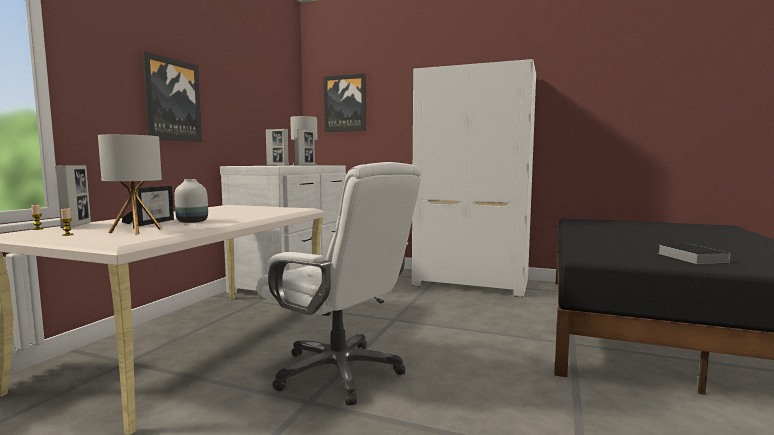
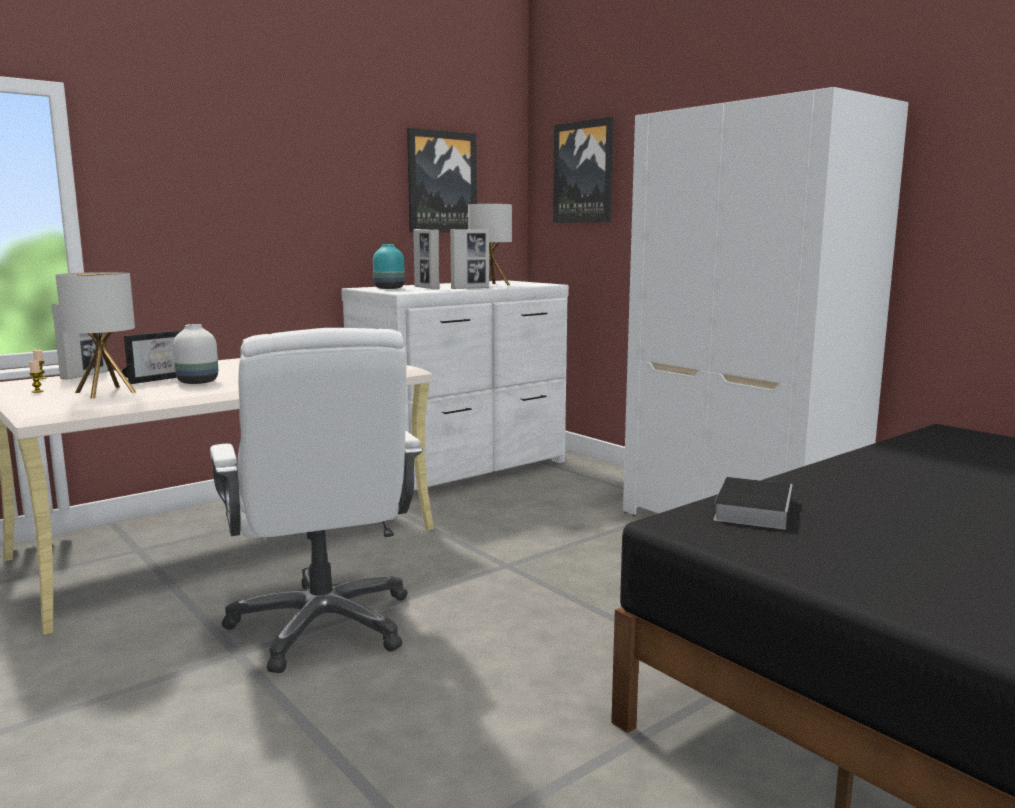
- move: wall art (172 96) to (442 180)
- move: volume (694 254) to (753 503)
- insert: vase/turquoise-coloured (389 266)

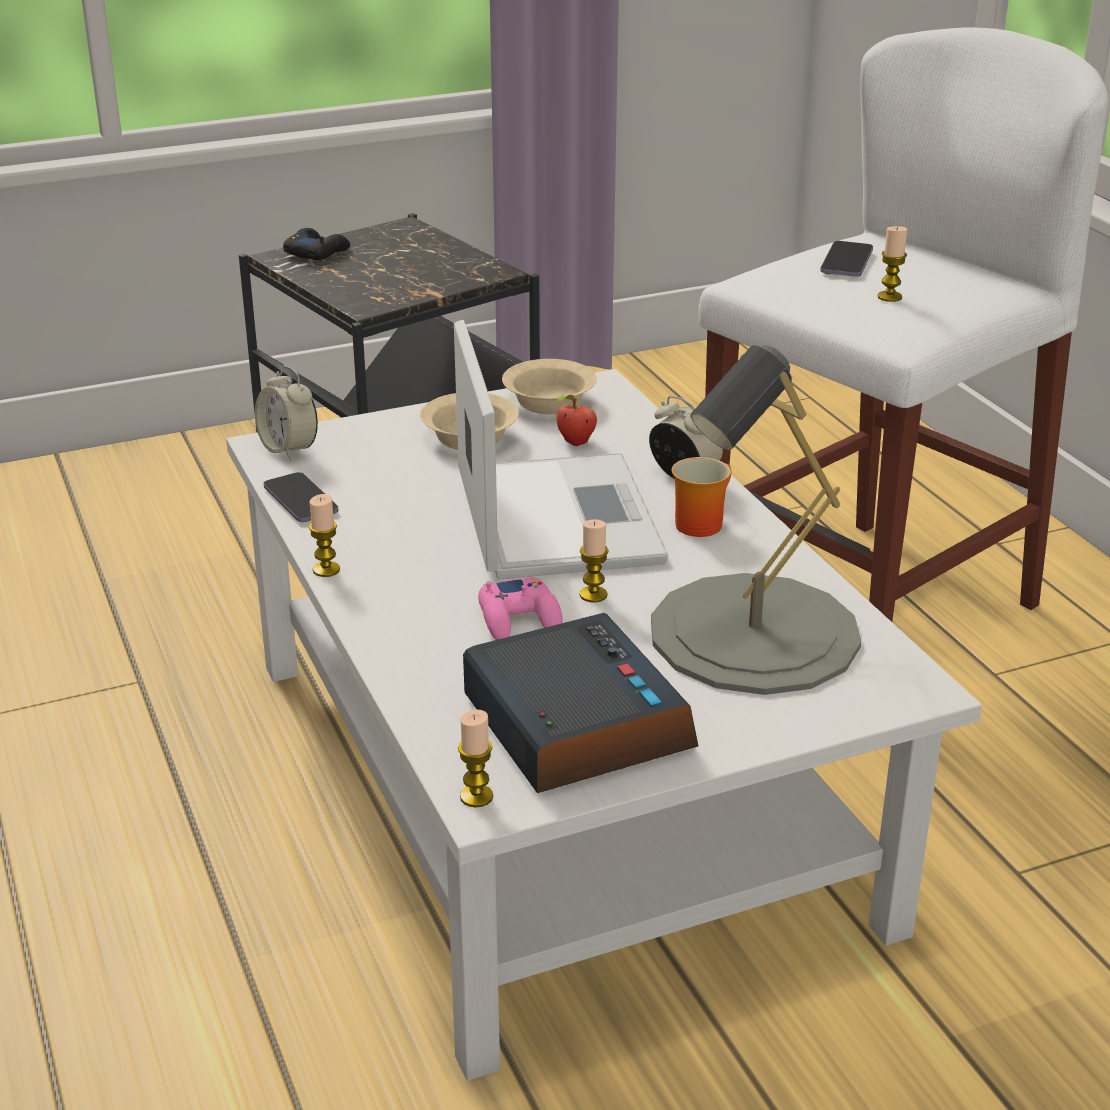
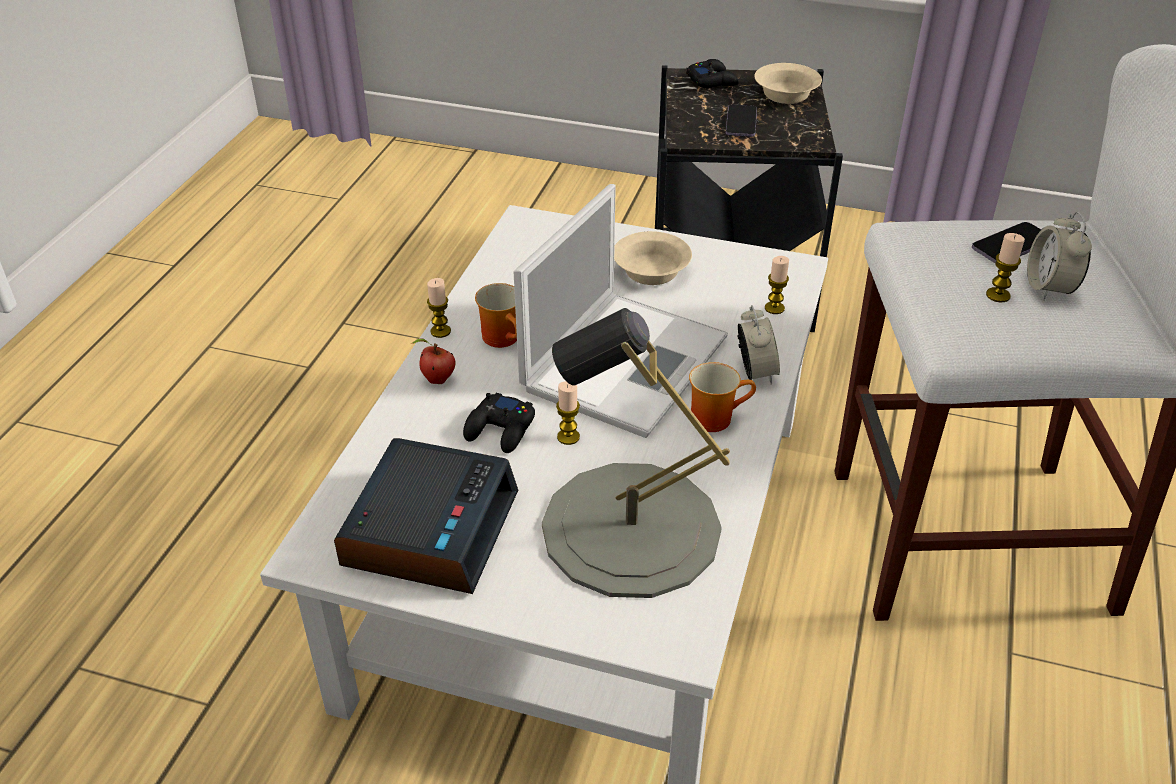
- move: deep dish/sand-coloured (549 386) to (788 83)
- move: table clock (286 413) to (1059 255)
- move: whole apple (577 420) to (433 361)
- move: telephone (301 497) to (741 120)
- recolor: joypad/pink (520 608) to joypad/black (499 423)
- move: wax candle (475 758) to (777 285)
- insert: tea mug (496 315)

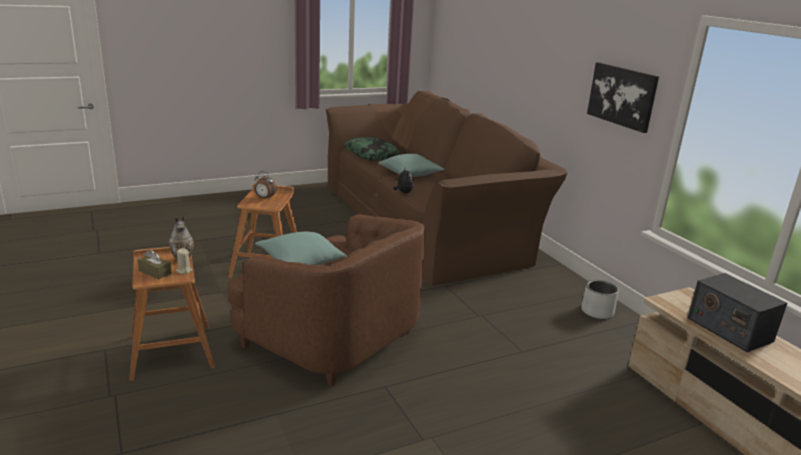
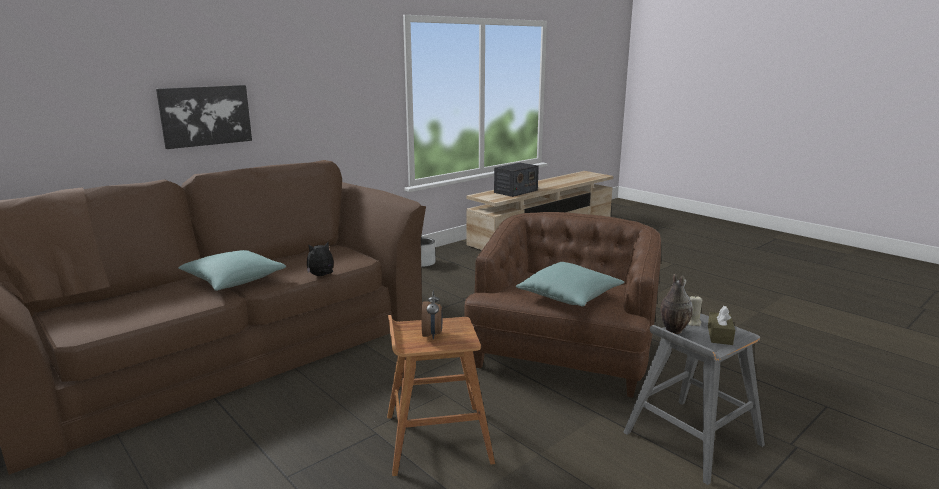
- move: wall art (623 97) to (204 117)
- delete: pillow (372 148)
- recolor: stool/brownish (172 314) to stool/grey (694 399)

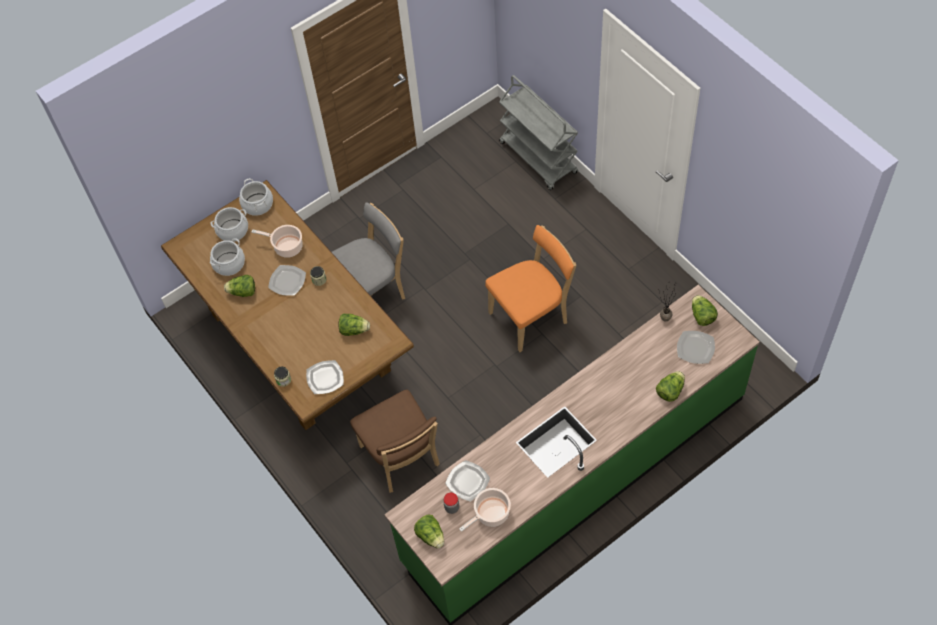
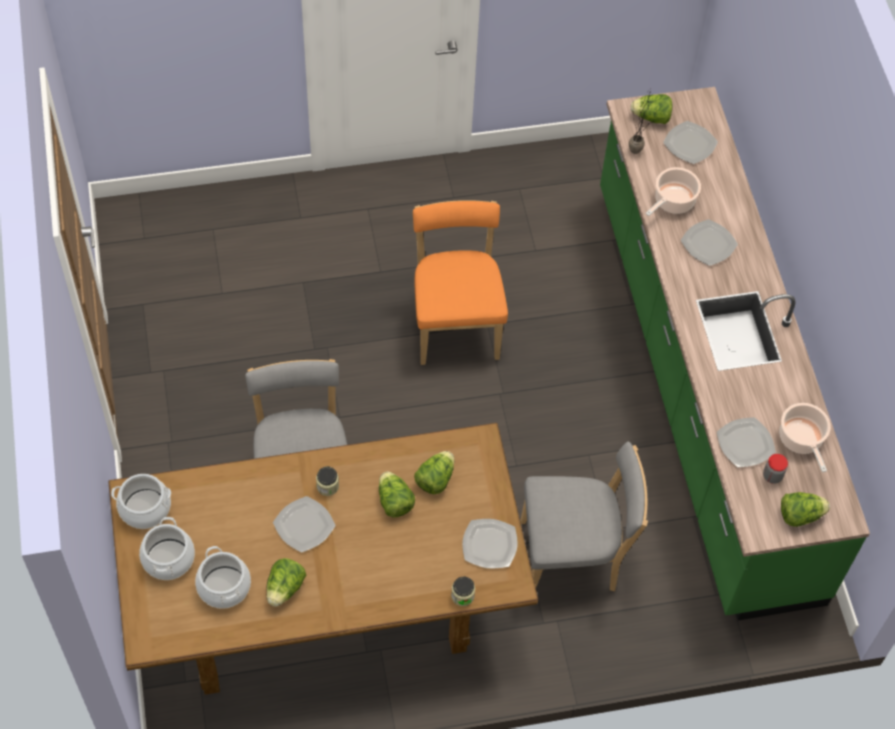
- delete: wheeled cart/grey (538 132)
- move: saucepot (277 241) to (673 191)
- move: head of lettuce (670 386) to (397 494)
- recolor: upright chair/brownish (395 441) to upright chair/grey (584 516)
- insert: dinner plate (709 242)

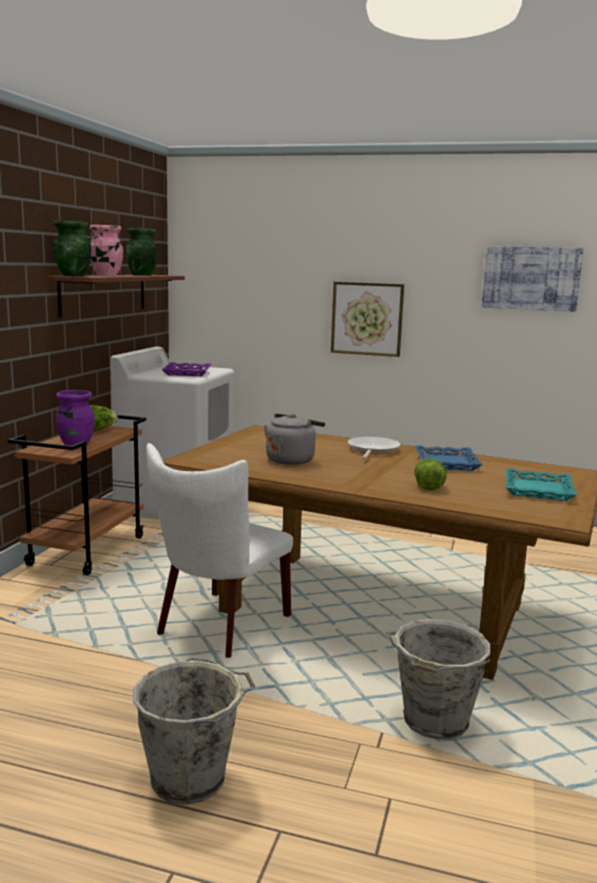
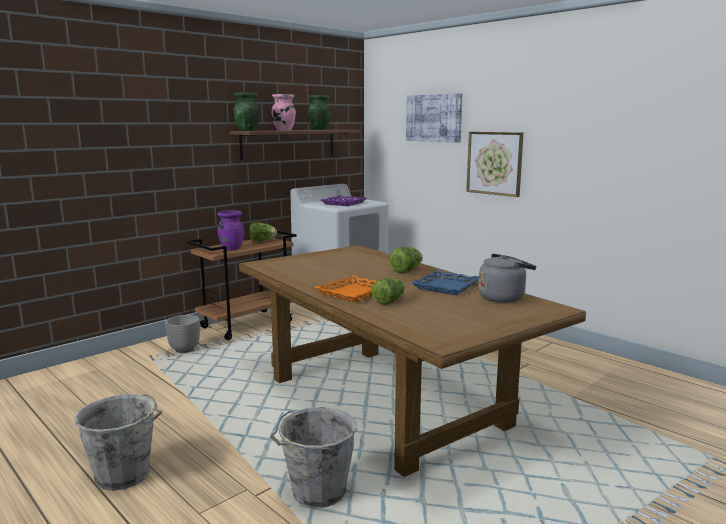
- move: wall art (532 279) to (434 118)
- move: water kettle/grey (294 439) to (507 278)
- replace: pan (374 447) to head of lettuce (406 260)
- delete: upright chair/whitish (219 550)
- delete: carrying tray/turquoise-coloured (541 484)
- insert: carrying tray/orange-coloured (345 288)
- insert: plant pot (182 334)

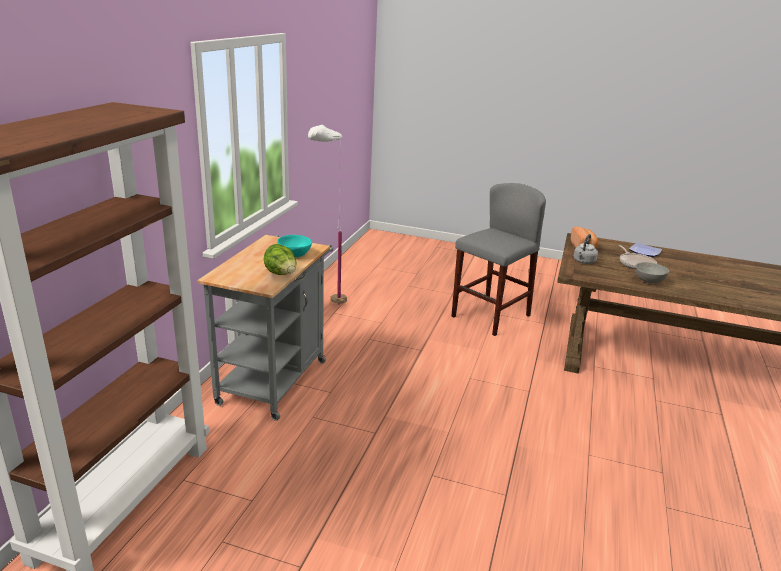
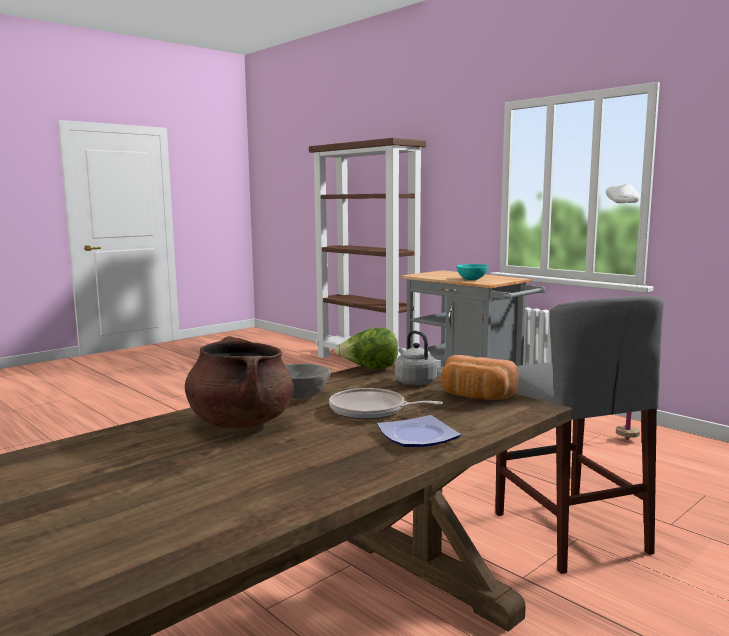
- move: head of lettuce (280 259) to (367 348)
- insert: saucepot/brownish (239 382)

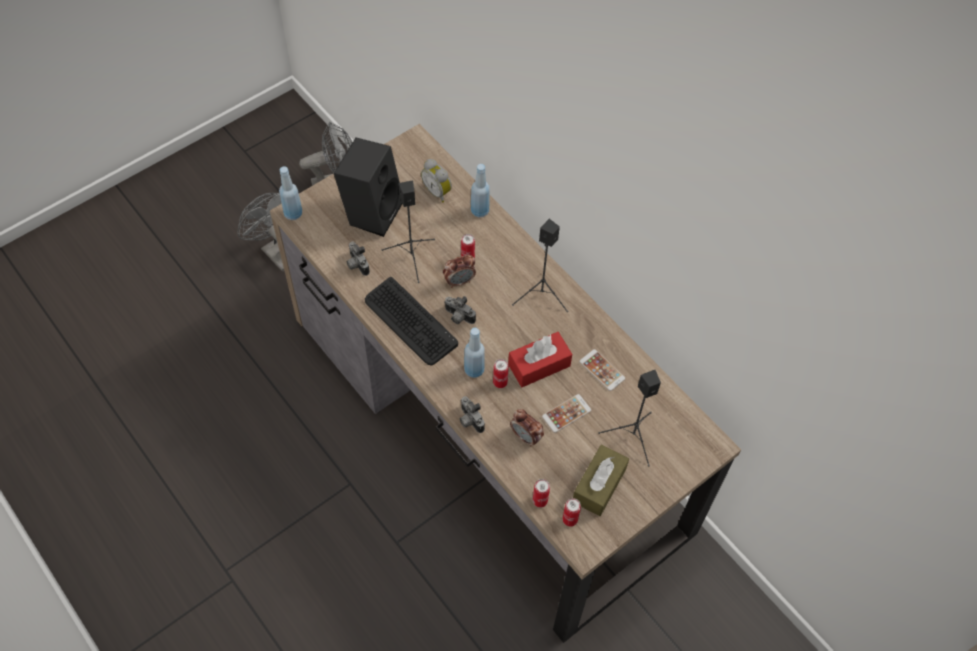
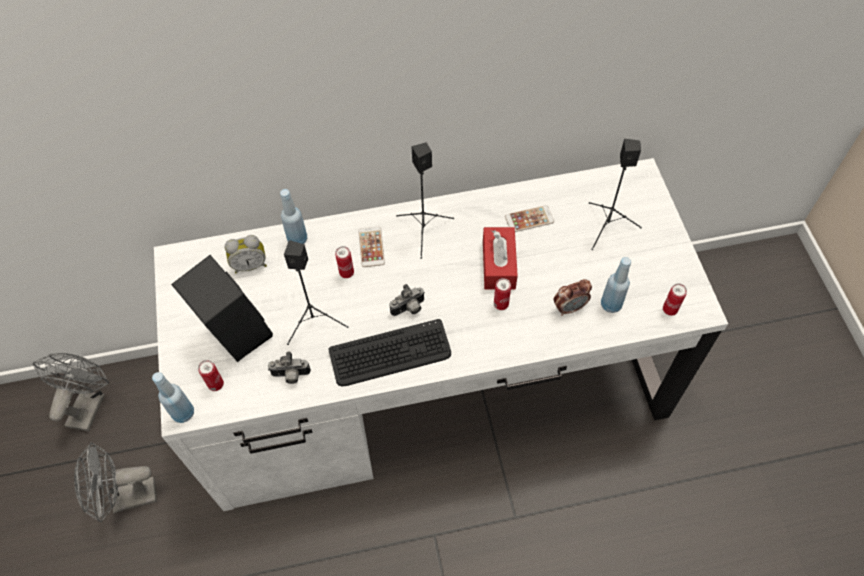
- recolor: desk/brownish (505 383) to desk/whitish (441 334)
- delete: table clock (459 271)
- move: drink bottle/blue-coloured (474 353) to (616 285)
- move: telephone (566 413) to (371 247)
- delete: photo camera (472 414)
- delete: box of tissues/brownish (601 480)
- move: can (541 493) to (211 375)

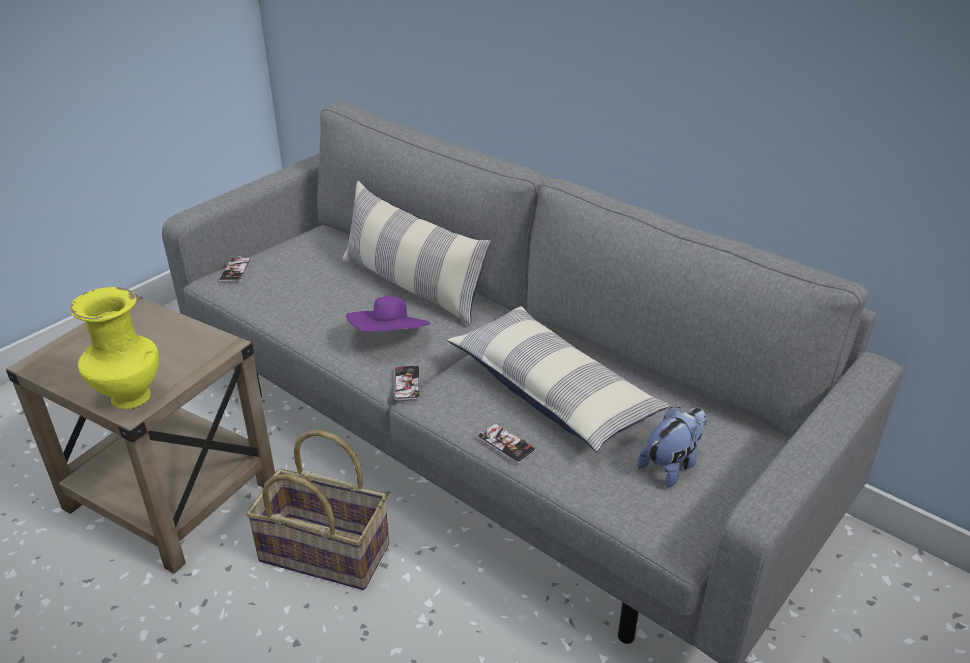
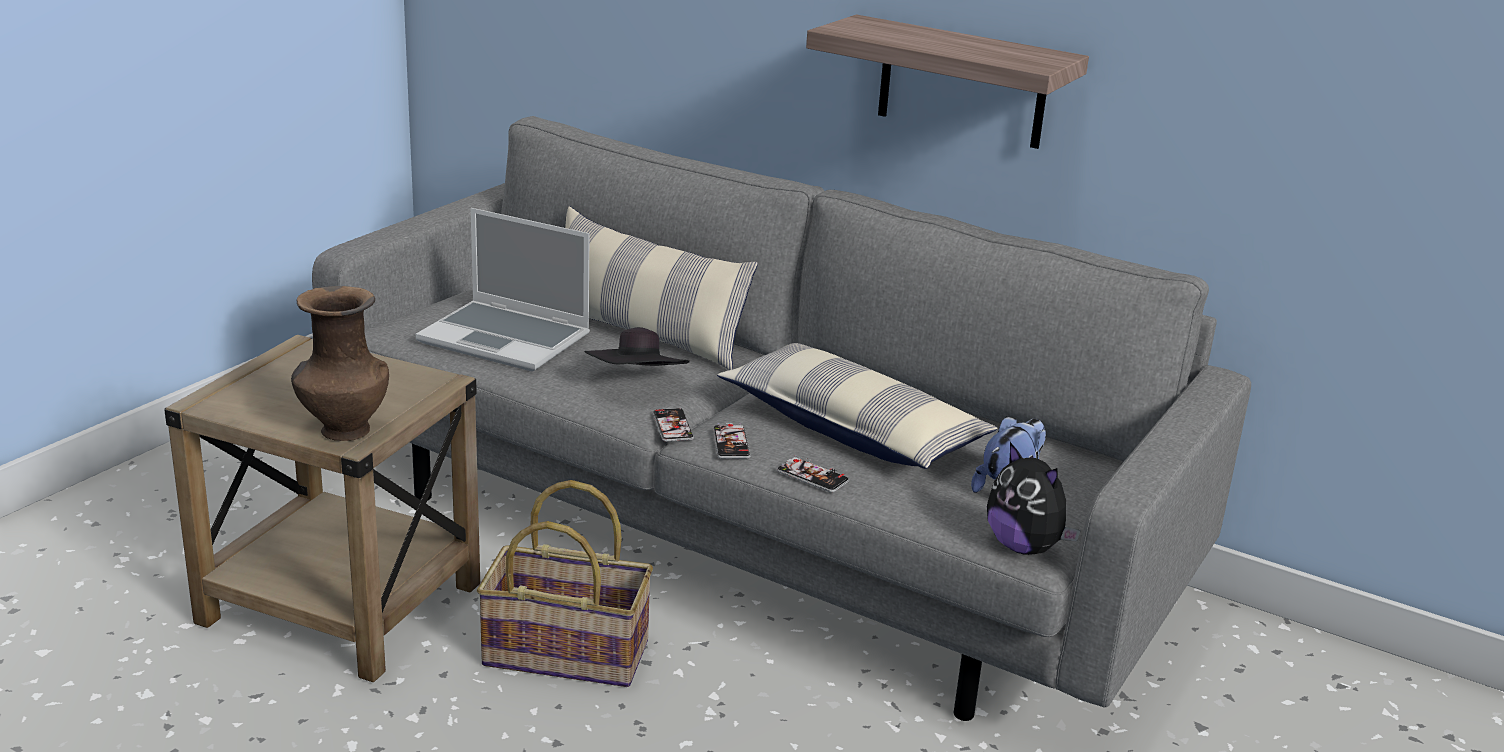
- move: telephone (235 269) to (731 441)
- recolor: vase/yellow (114 348) to vase/brownish (340 363)
- recolor: hat/purple (388 314) to hat/black (637 346)
- insert: shelf (947 82)
- insert: portable computer (503 290)
- insert: soft toy (1034 498)

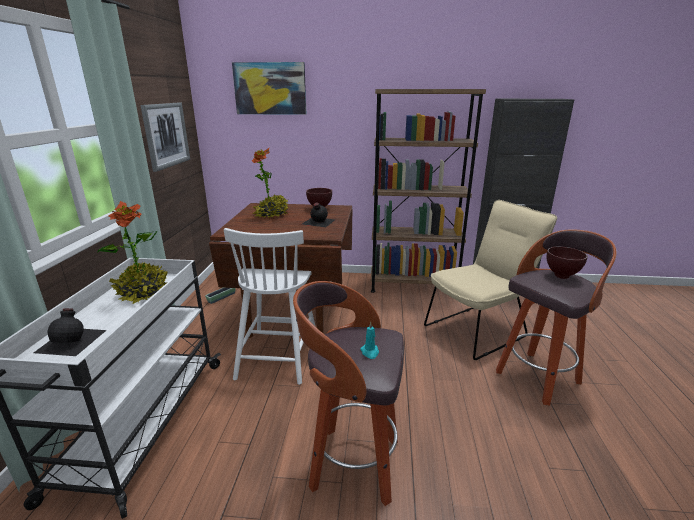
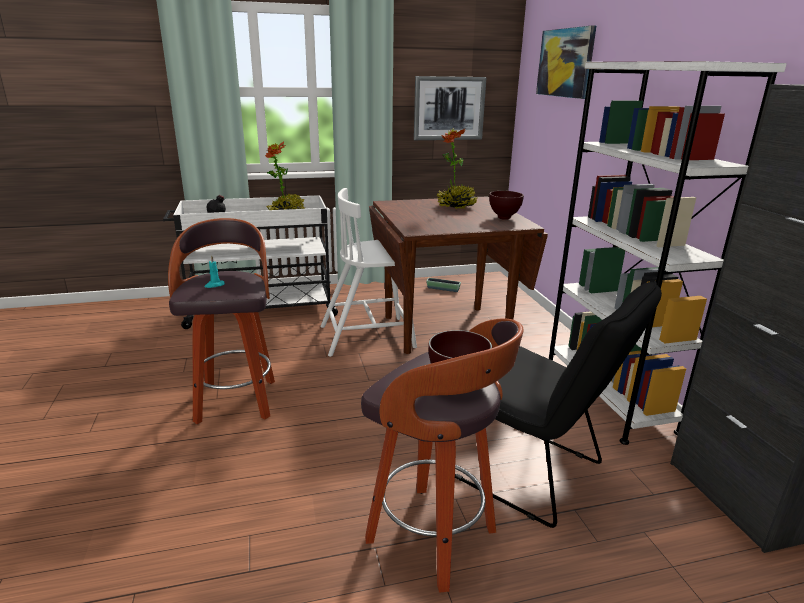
- recolor: shelving unit/brownish (428 191) to shelving unit/whitish (668 253)
- recolor: upright chair/sand-coloured (490 280) to upright chair/black (558 404)
- delete: drink bottle/black (318 214)

